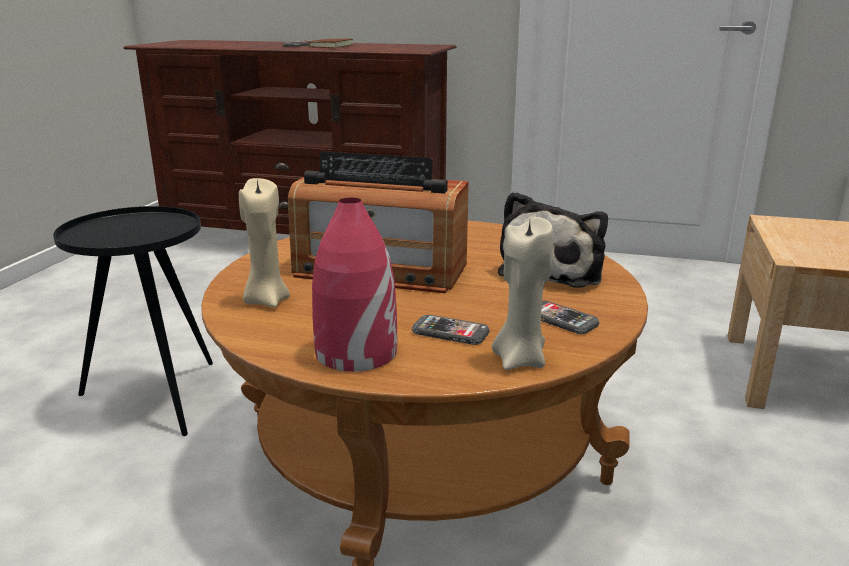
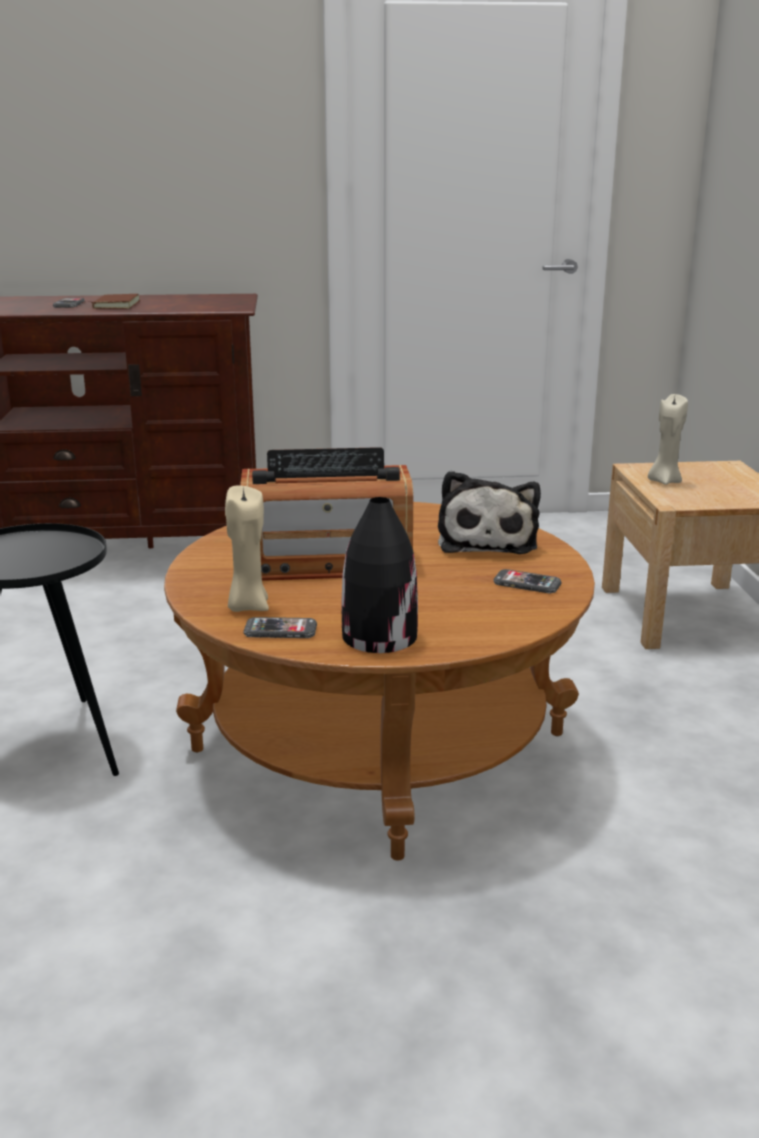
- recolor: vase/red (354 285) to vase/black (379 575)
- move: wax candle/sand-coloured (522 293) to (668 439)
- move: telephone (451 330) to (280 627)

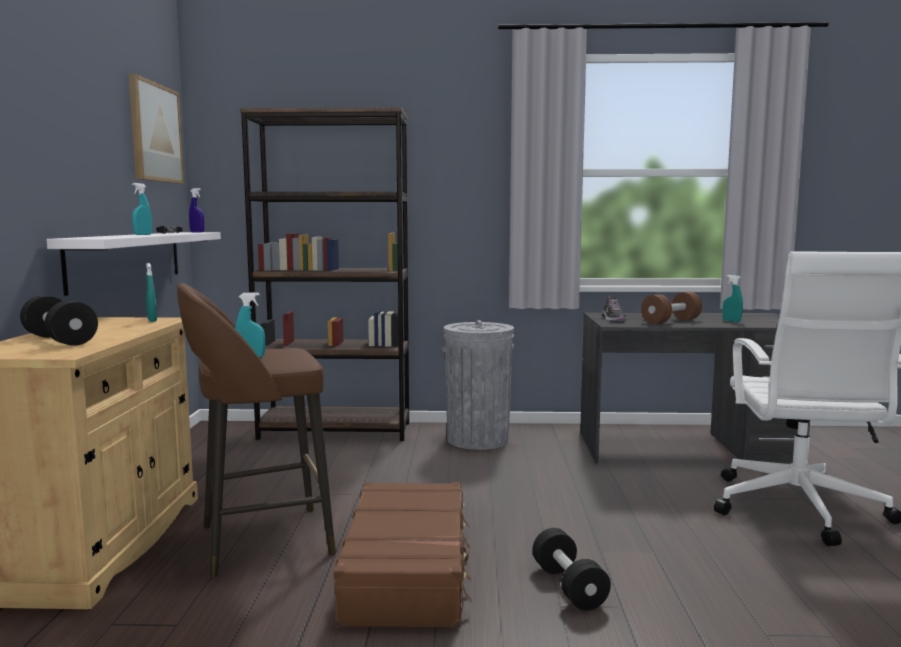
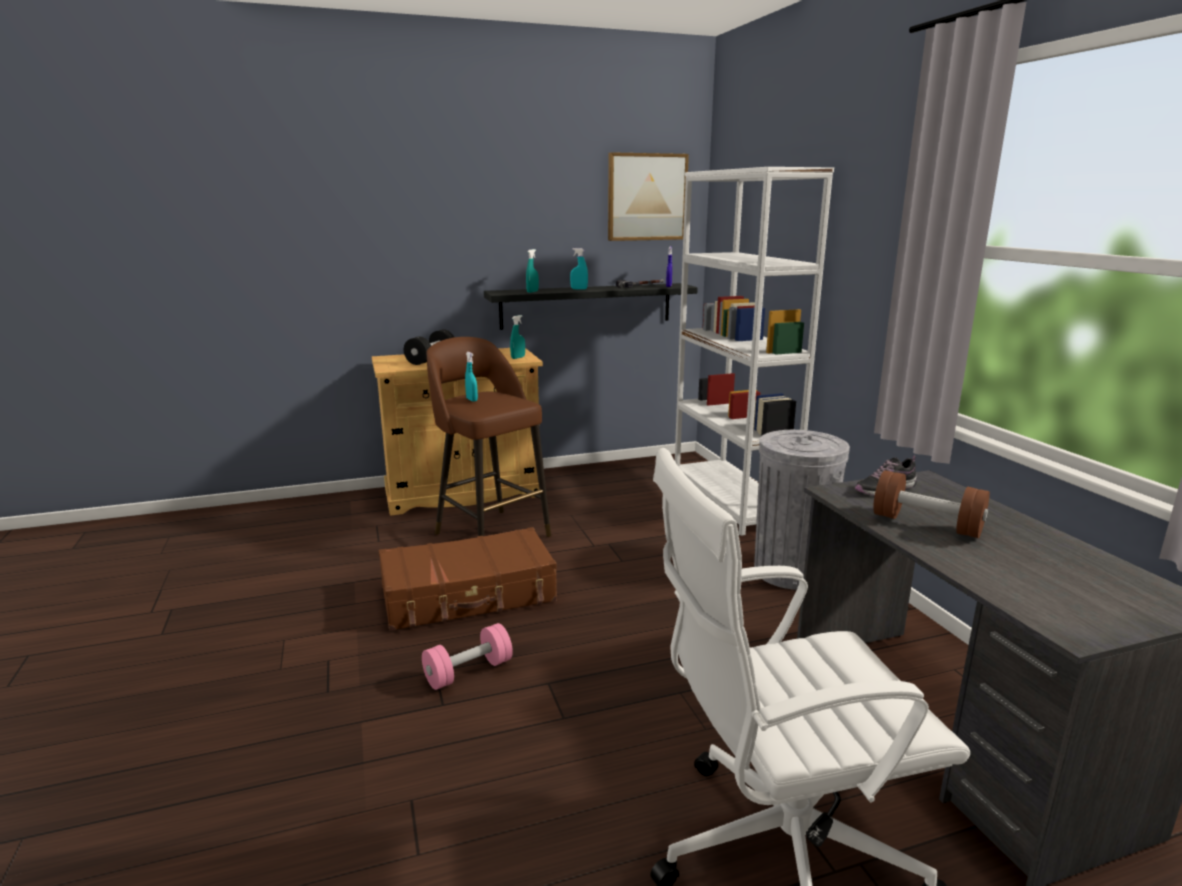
- recolor: shelving unit/brownish (324 274) to shelving unit/whitish (754 351)
- recolor: shelf/whitish (134 264) to shelf/black (591 306)
- move: sprayer/turquoise-coloured (733 298) to (532 271)
- recolor: hand weight/black (571 569) to hand weight/pink (467 656)

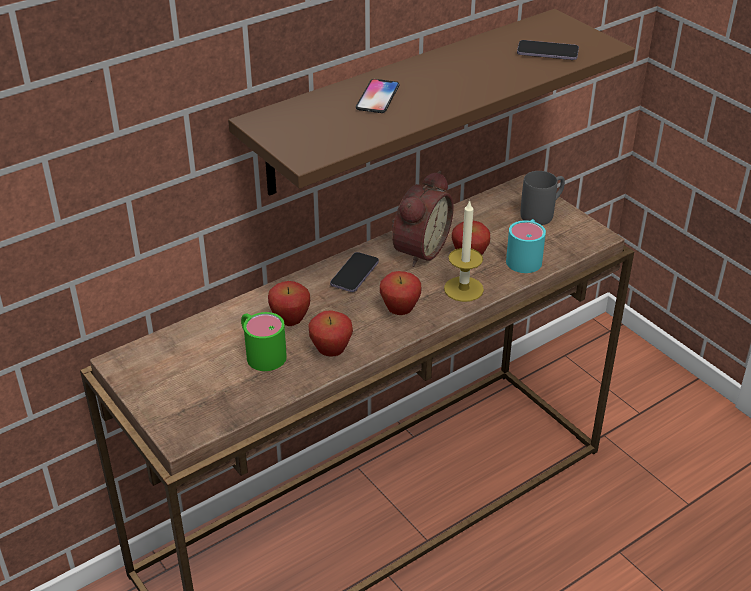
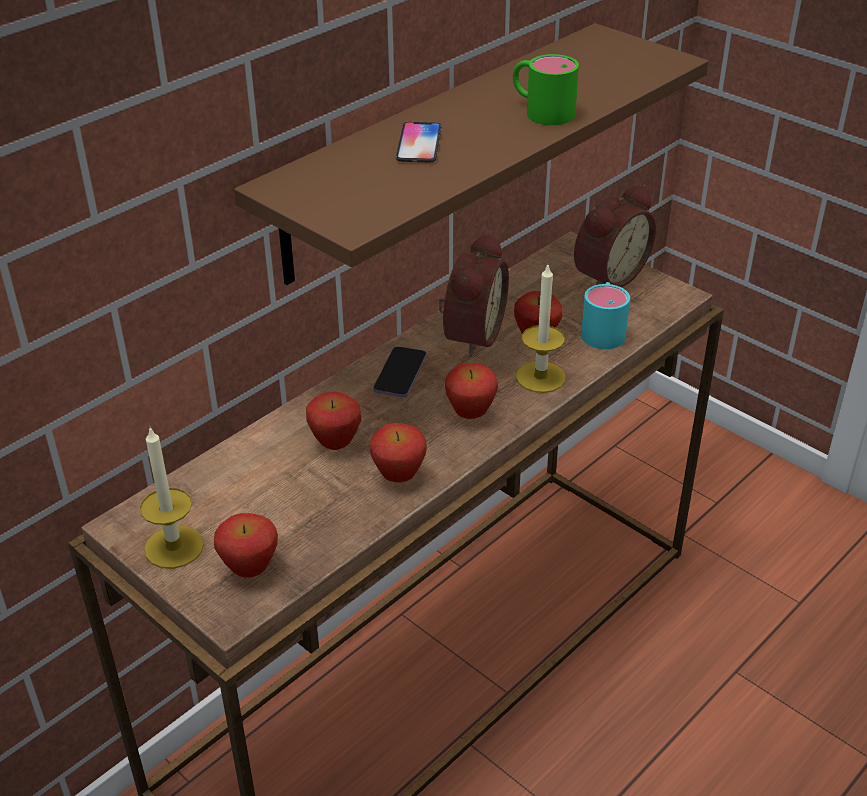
- delete: telephone (548 50)
- replace: tea mug/grey (542 198) to table clock (615 236)
- move: tea mug/green-coloured (264 341) to (546 89)
- insert: wax candle (172 498)
- insert: whole apple (246 545)

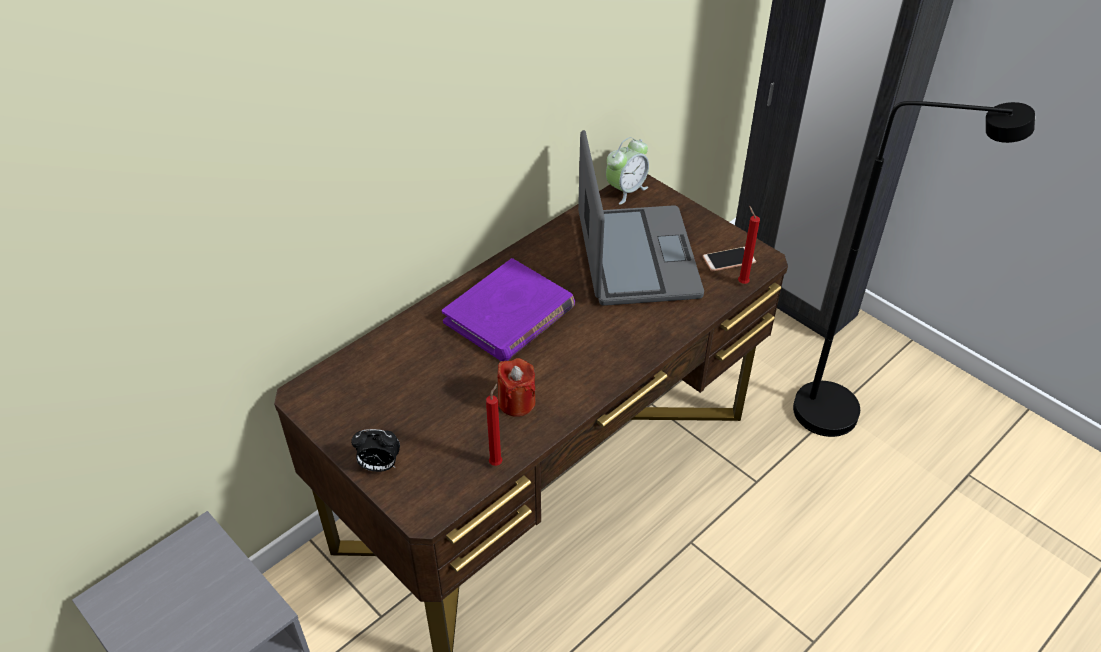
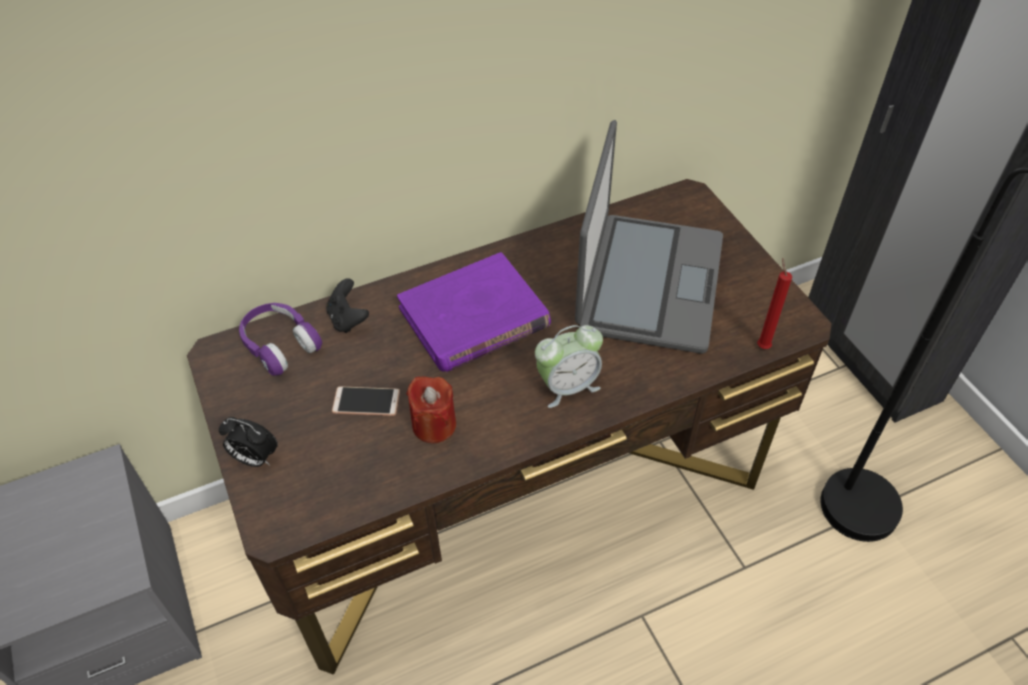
- move: table clock (627 171) to (569 366)
- move: telephone (729 259) to (366 401)
- delete: wax candle/red (494 425)
- insert: joypad/black (347 305)
- insert: headset/purple (280 339)

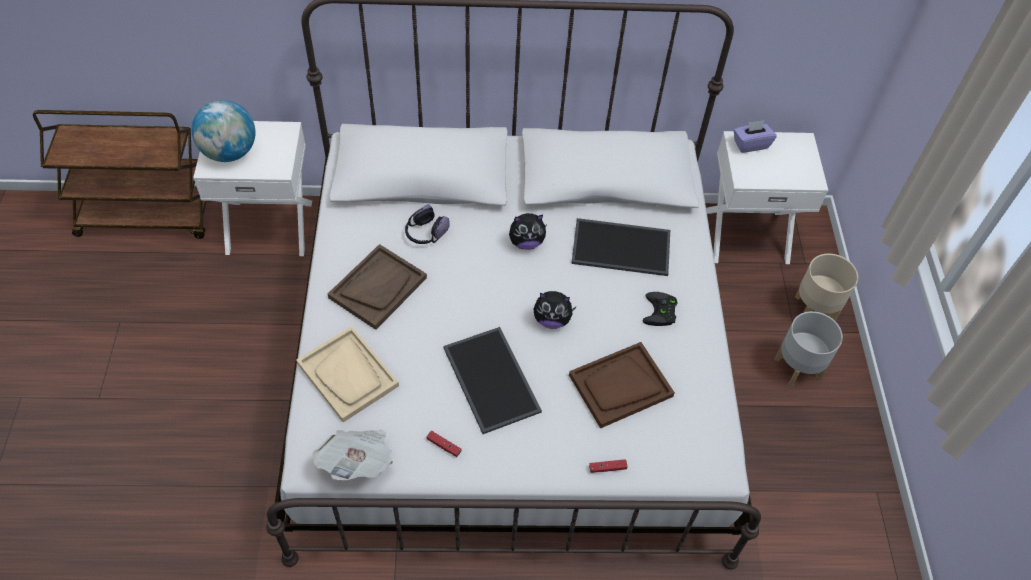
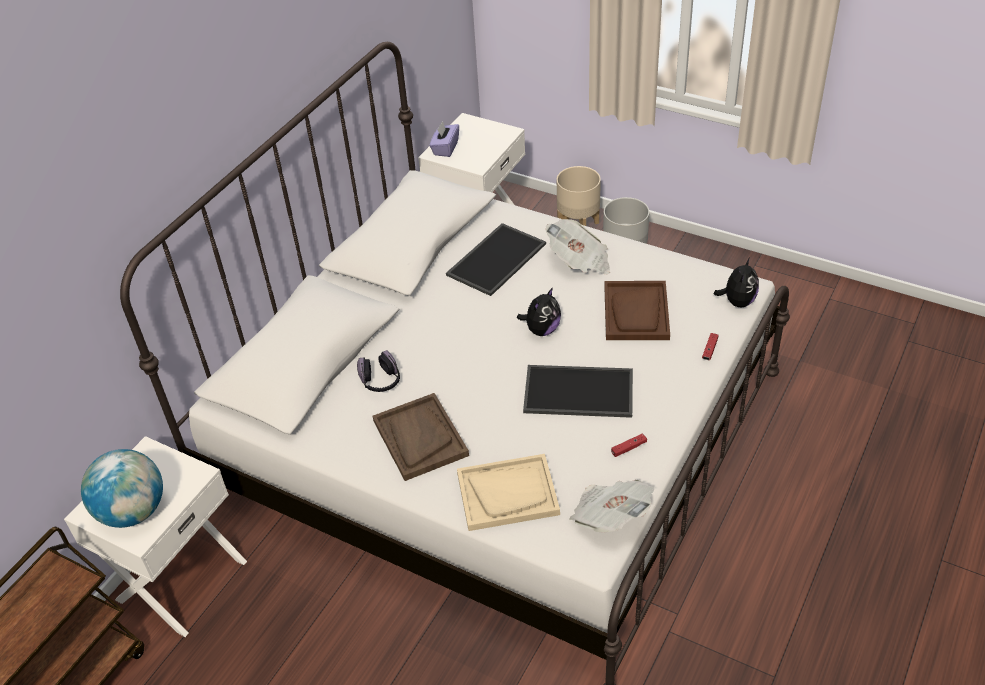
- move: soft toy (528 231) to (736 282)
- replace: joypad/black (660 309) to daily paper (577 246)

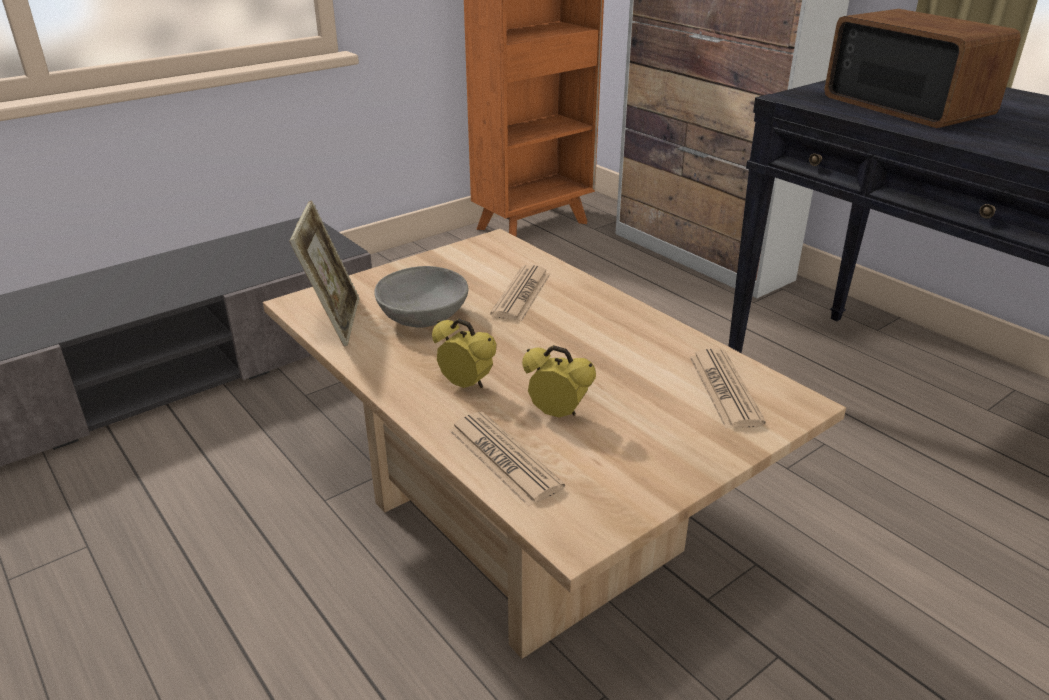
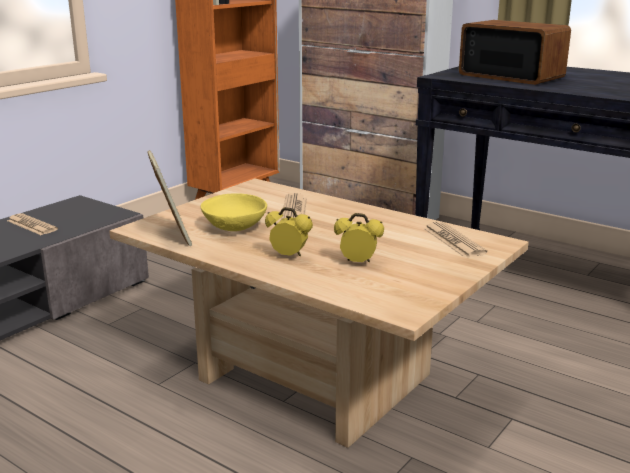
- recolor: deep dish/grey (421 297) to deep dish/yellow (234 212)
- move: daily paper (507 459) to (32 224)

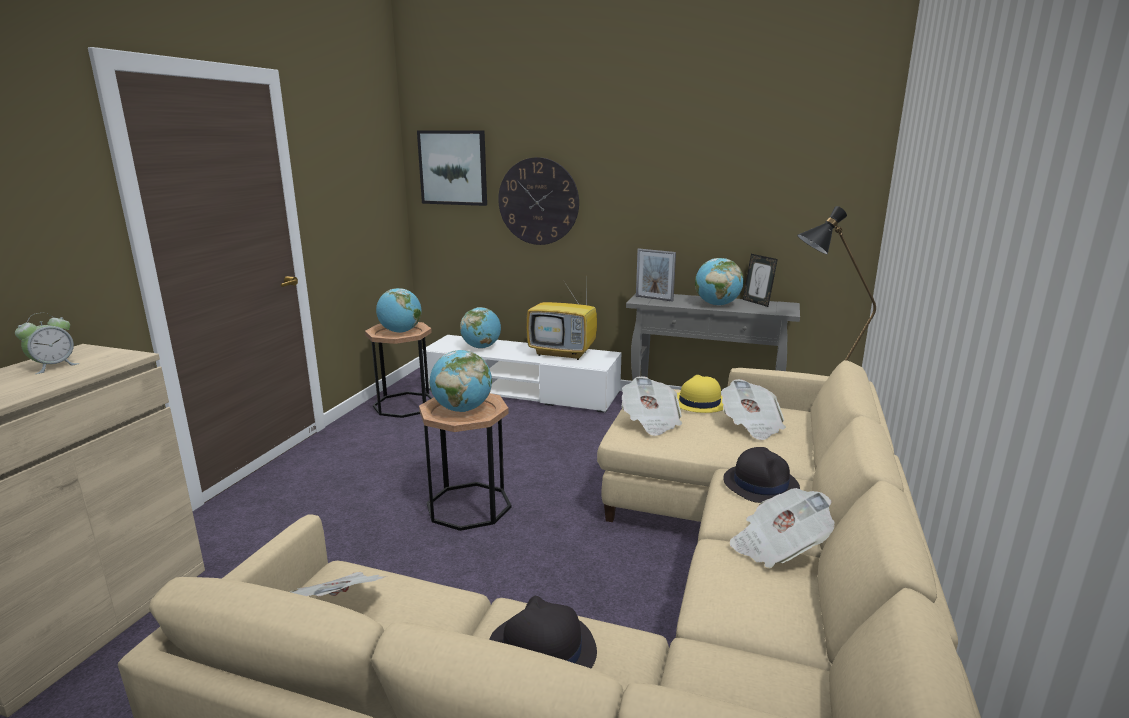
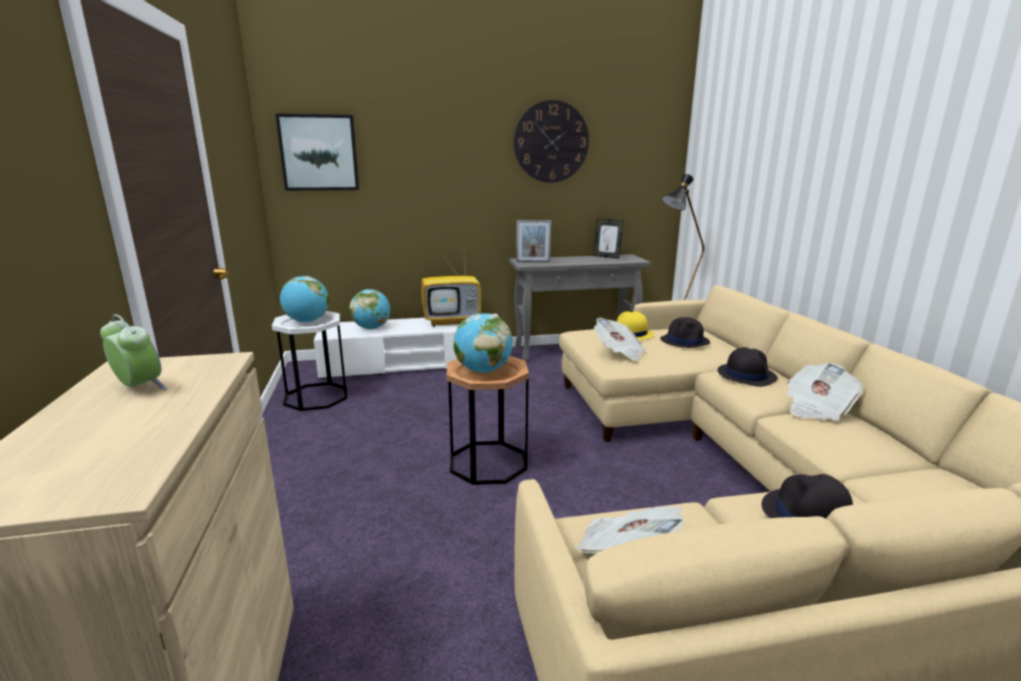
- move: clock on the wall (538 201) to (551 141)
- delete: globe (719 282)
- rotate: table clock (47 343) = (134 352) 60 degrees counterclockwise
- recolor: end table/brownish (398 370) to end table/whitish (309 361)
- replace: daily paper (753 409) to hat/black (685 332)

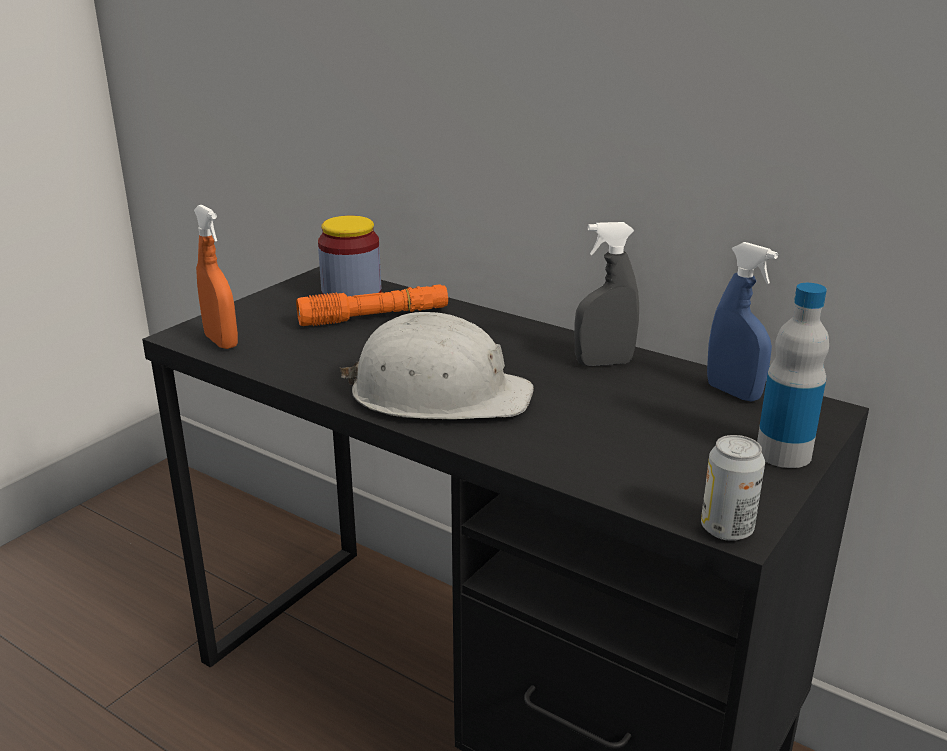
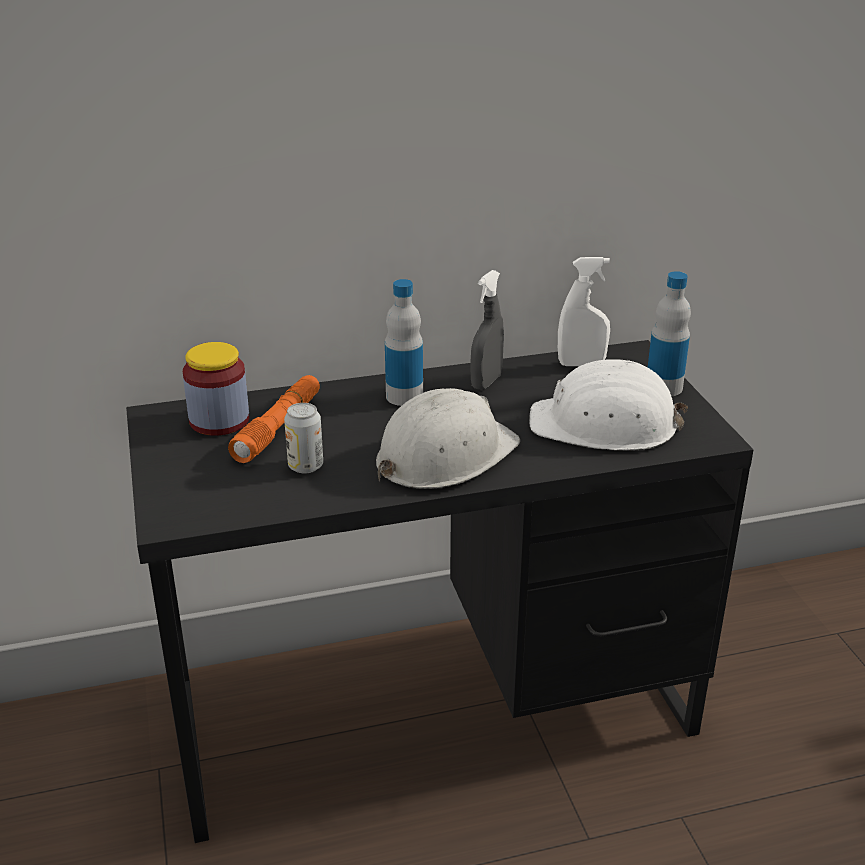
- delete: sprayer/orange-coloured (216 277)
- recolor: sprayer/blue-coloured (742 322) to sprayer/whitish (584 311)
- move: can (733 488) to (303 438)
- insert: drink bottle (404 342)
- insert: work helmet/whitish (608 404)

